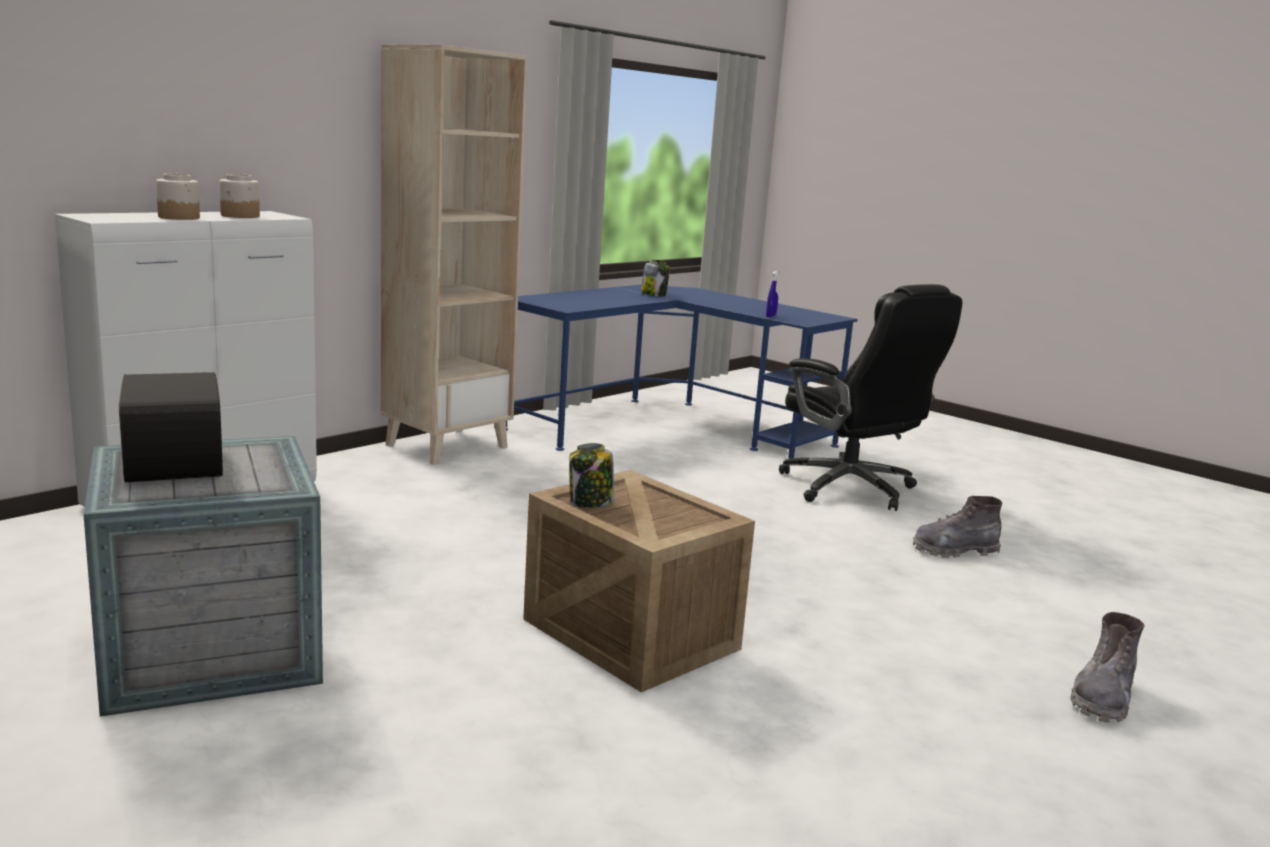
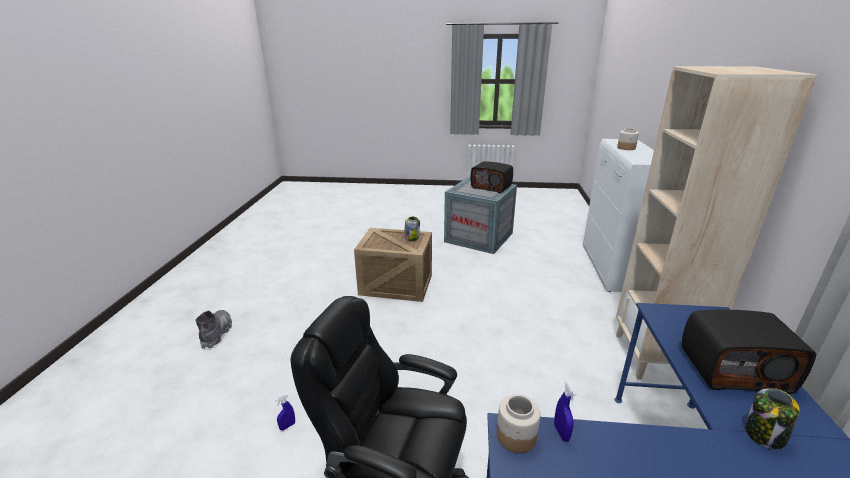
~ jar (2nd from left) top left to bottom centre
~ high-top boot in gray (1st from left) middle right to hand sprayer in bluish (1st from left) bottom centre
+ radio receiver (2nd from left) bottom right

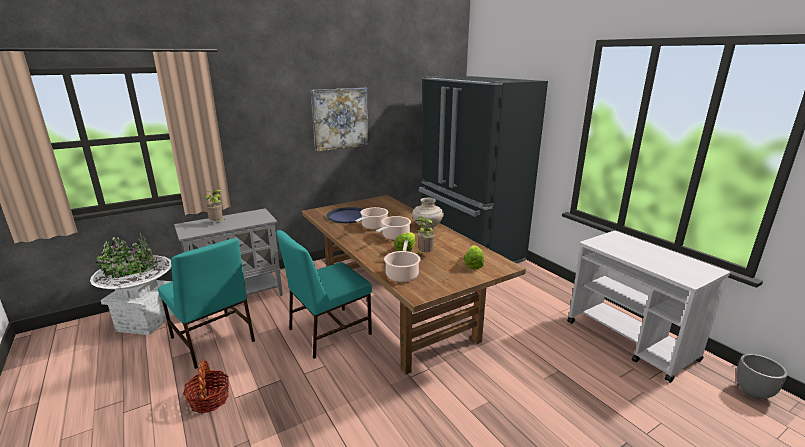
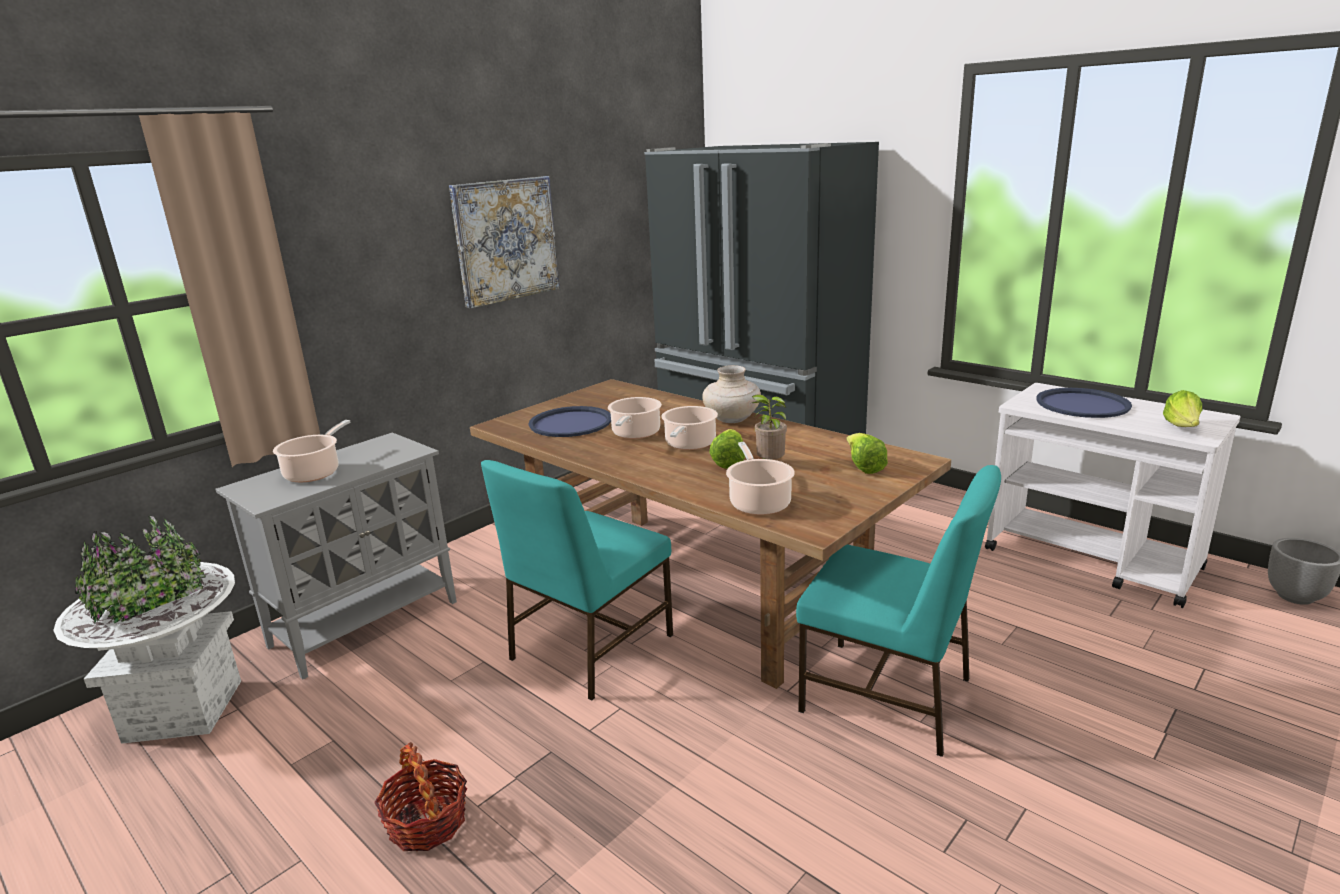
~ plant in a pot (1st from left) middle left to cooking pot (1st from left) middle left
~ chair in blue-green (1st from left in the first image) bottom left to chair in blue-green (2nd from left) bottom right
+ serving tray in bluish (2nd from left) middle right
+ lettuce (3rd from left) middle right

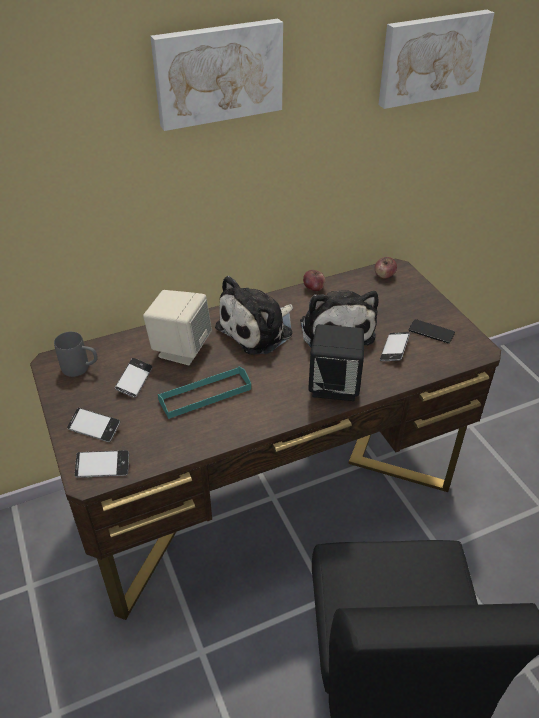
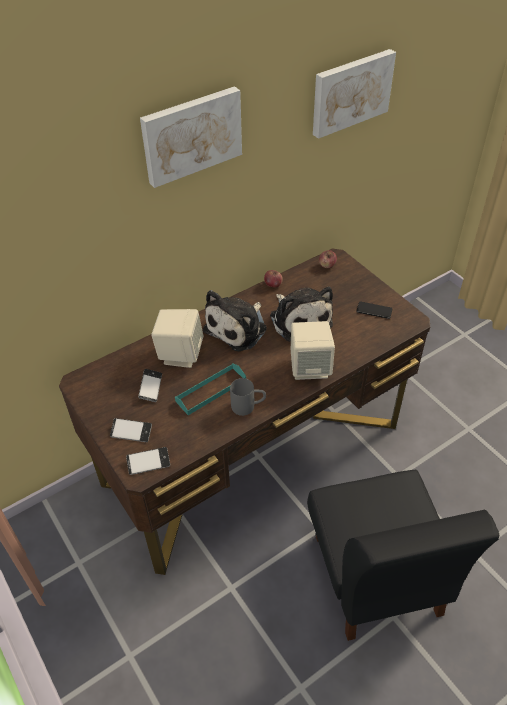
~ speaker in black-coloured centre to speaker in beige (2nd from left) centre
~ mug in gray middle left to centre
- telephone (4th from left) middle right

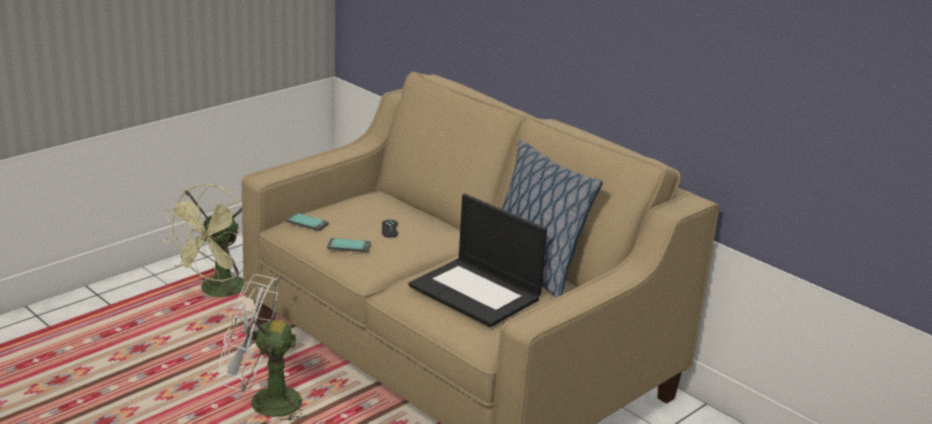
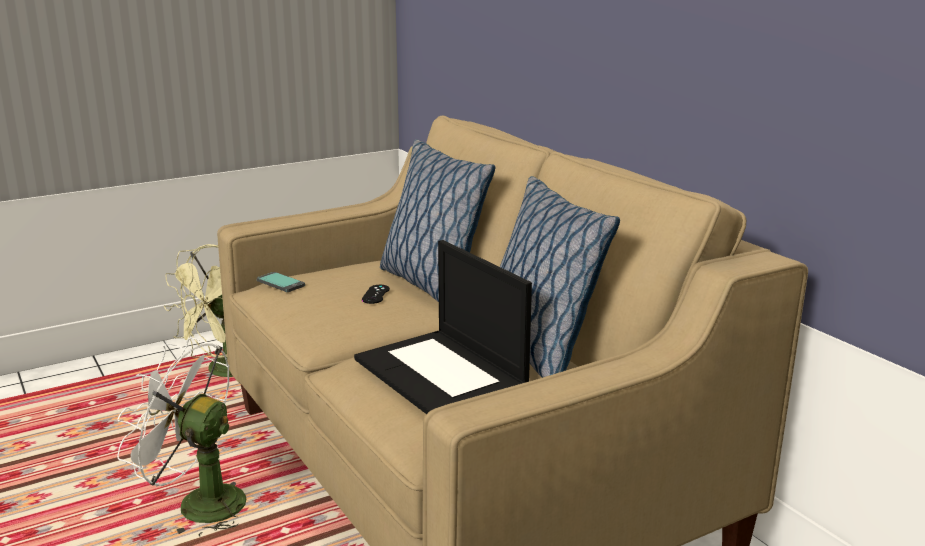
- telephone (2nd from left) centre
+ pillow (1st from left) centre

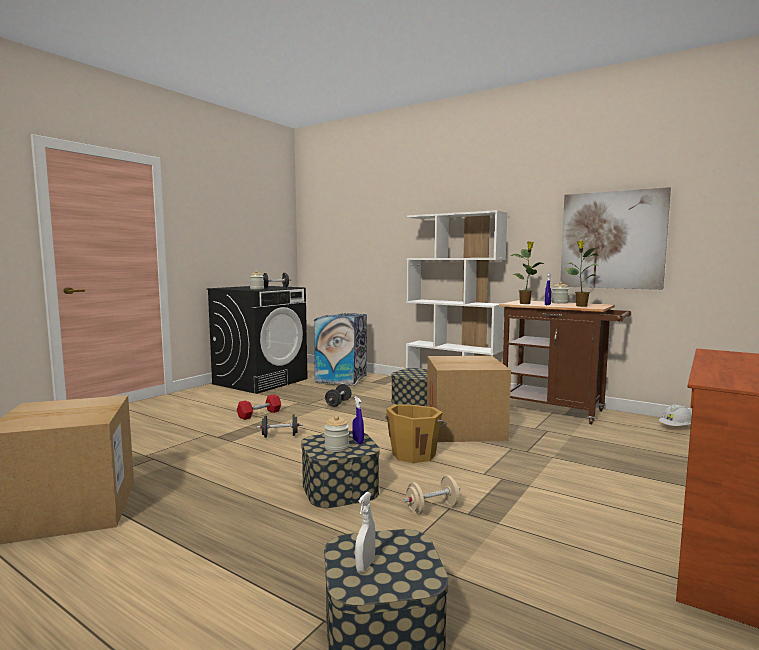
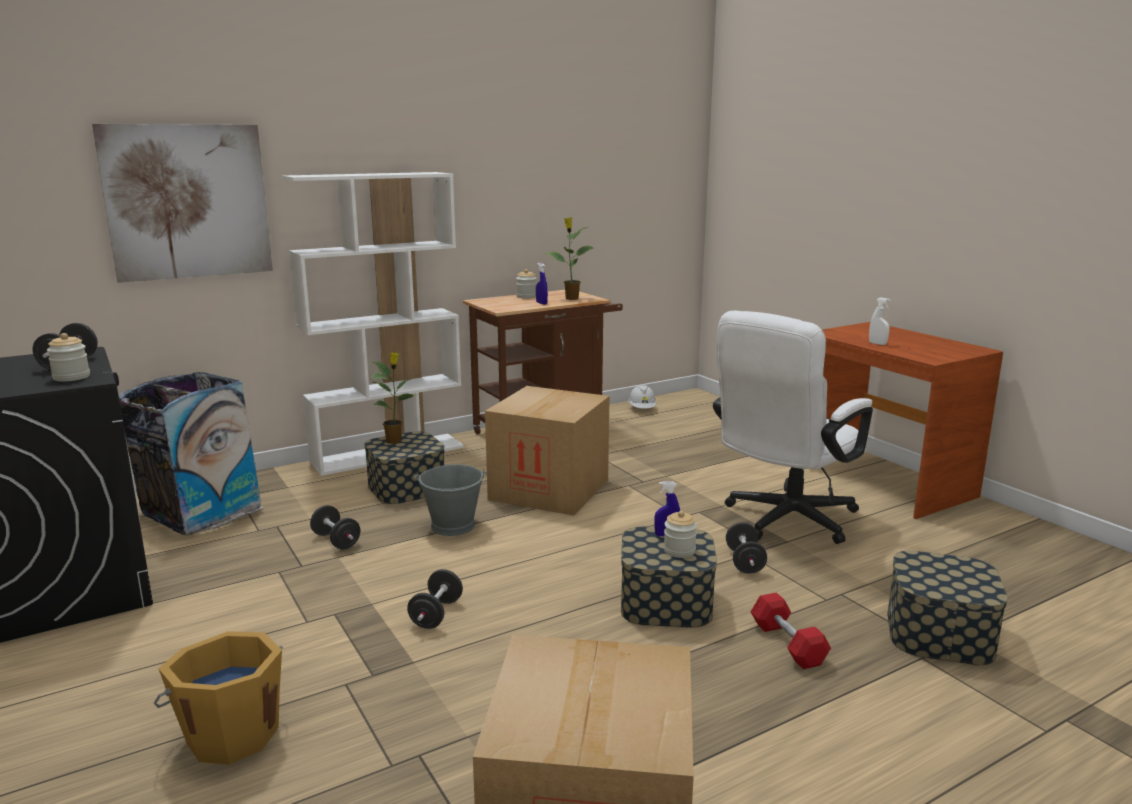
~ picture middle right to top left
~ plant in a pot (1st from left) middle right to centre
~ dumbbell in reddish centre to bottom right
~ bucket in orange centre to bottom left
~ dumbbell in beige bottom centre to dumbbell in black-coloured (4th from left) bottom centre
~ hand sprayer in white bottom centre to middle right
+ office chair in white middle right
+ bucket in gray centre

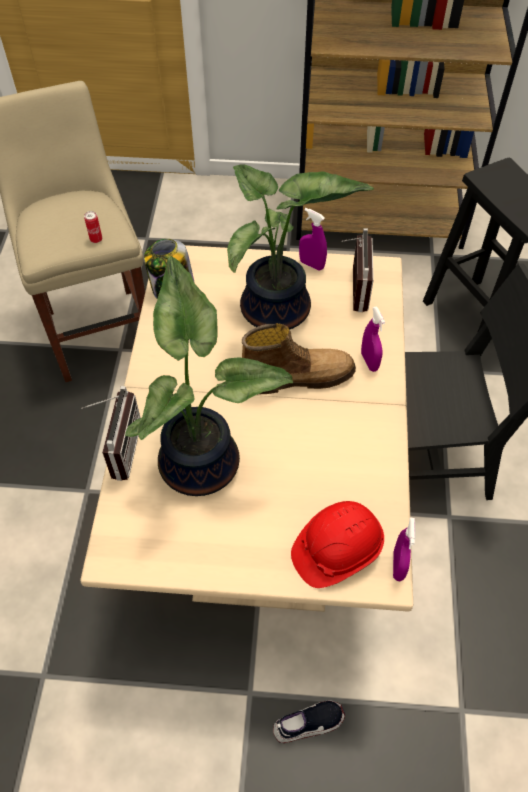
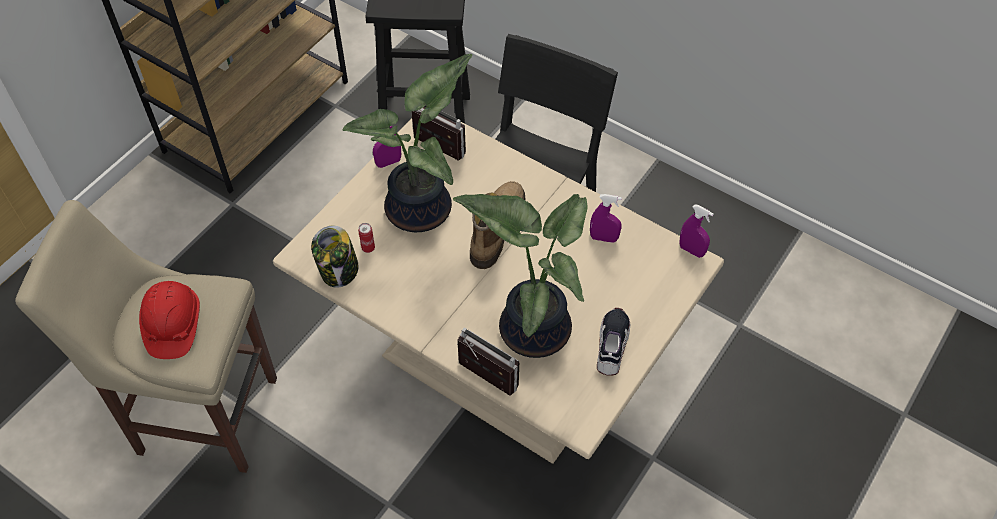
~ metal can top left to centre
~ hand sprayer in purplish (2nd from left) middle right to centre
~ safety helmet in reddish bottom centre to middle left
~ low shoe bottom centre to centre

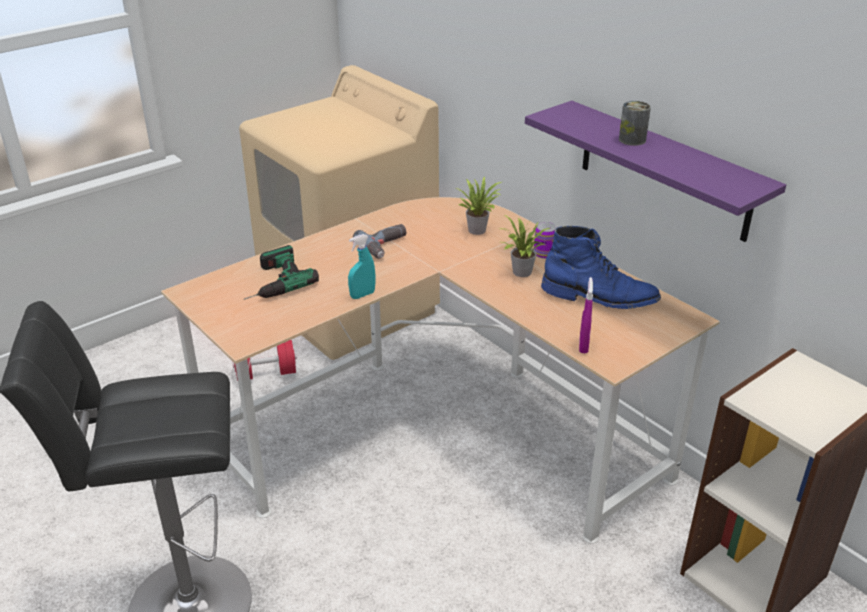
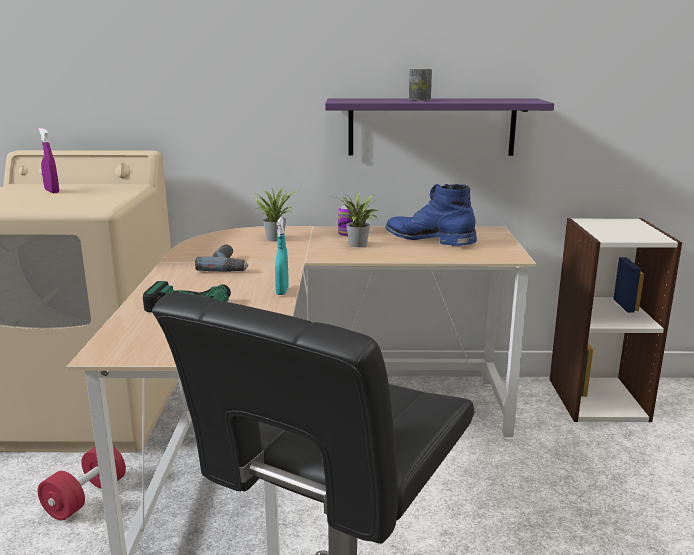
~ high-top boot in bluish middle right = centre 105 degrees counterclockwise
~ hand sprayer in purplish middle right to top left

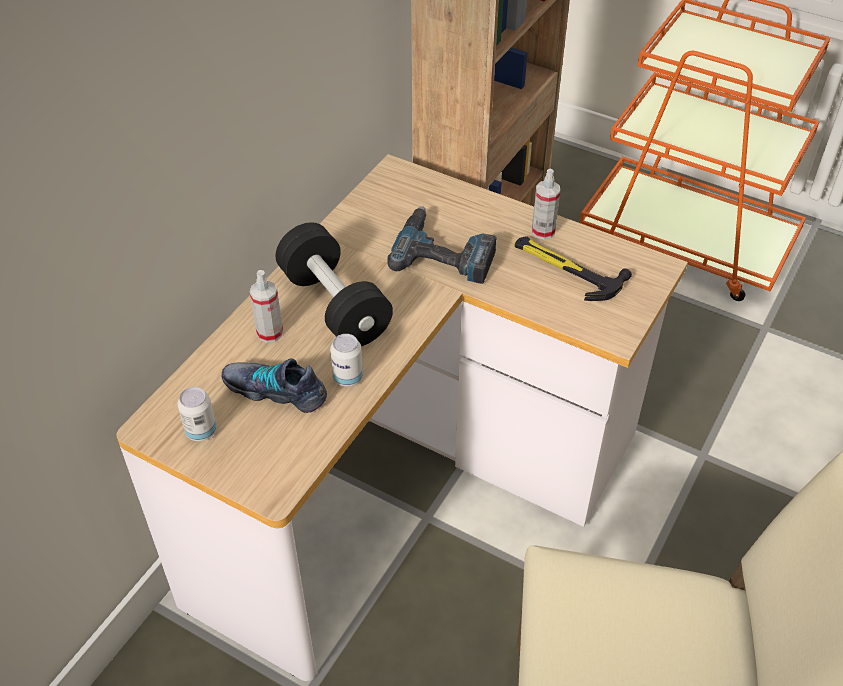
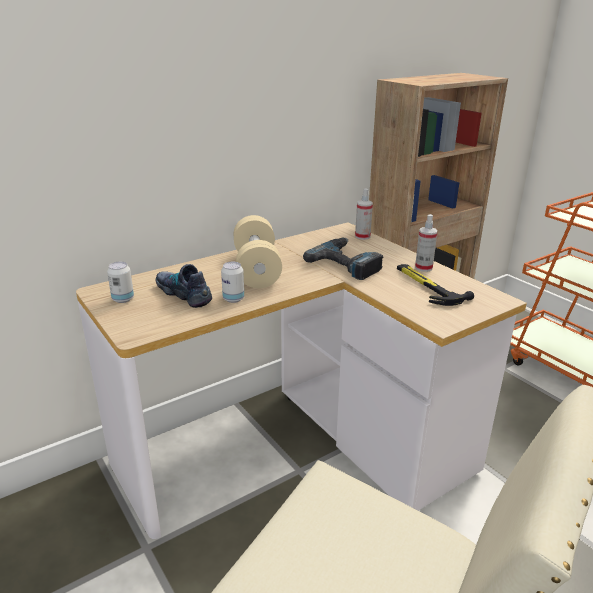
~ dumbbell in black-coloured centre to dumbbell in beige centre
~ hand sprayer (1st from left) middle left to centre

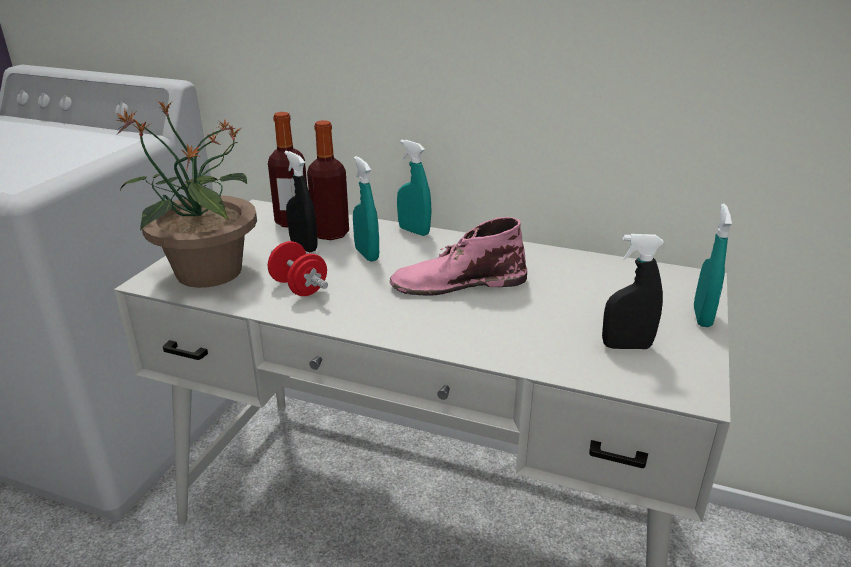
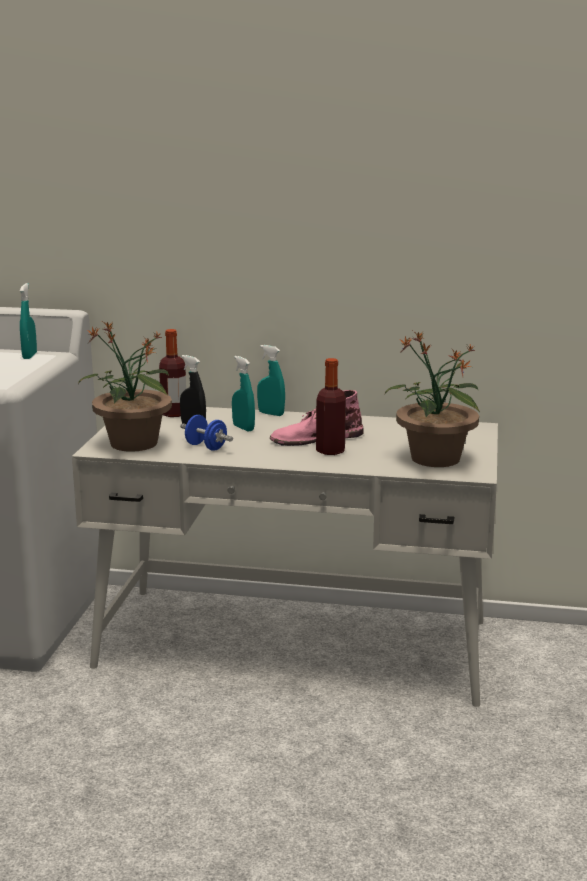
~ beverage bottle (2nd from left) top centre to centre
~ hand sprayer in blue-green (3rd from left in the first image) middle right to hand sprayer in blue-green (1st from left) middle left
~ hand sprayer in black-coloured (2nd from left) middle right to plant in a pot (2nd from left) middle right
~ dumbbell in reddish centre to dumbbell in bluish centre

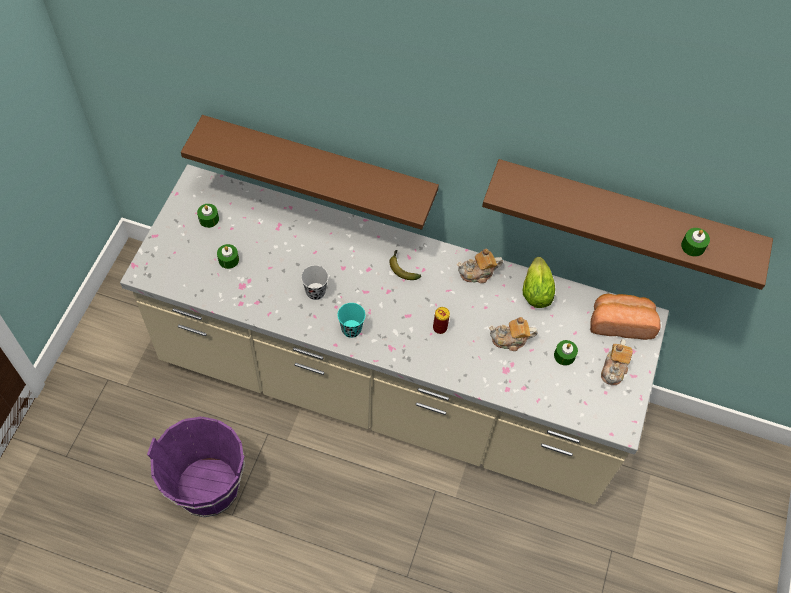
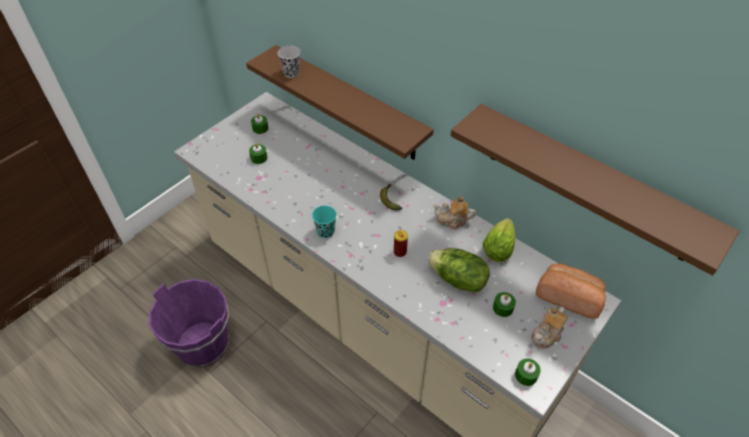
~ candle in green-coloured (4th from left) middle right to bottom right
~ small cup in black-coloured centre to top centre
~ tea pot (2nd from left) centre to lettuce (1st from left) centre

